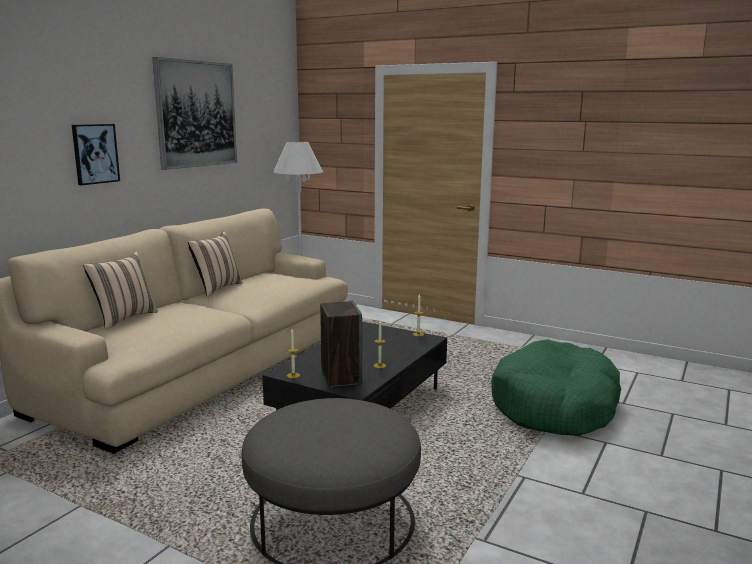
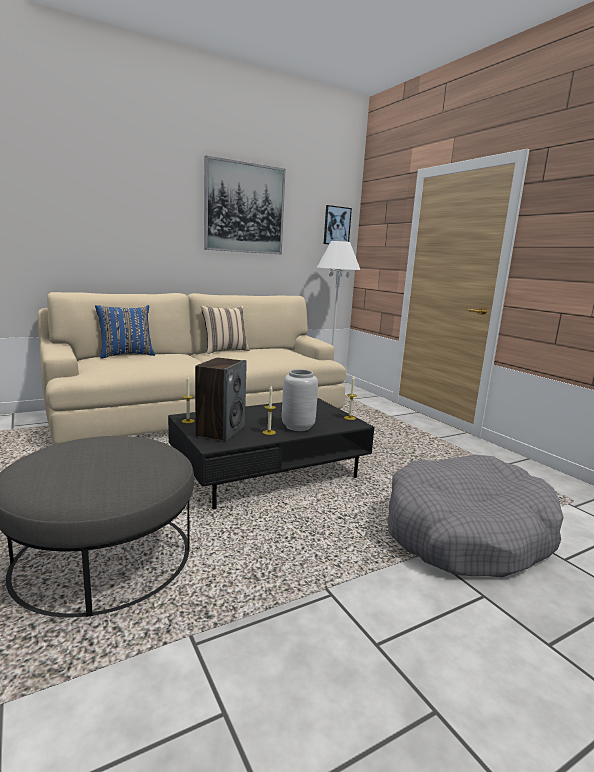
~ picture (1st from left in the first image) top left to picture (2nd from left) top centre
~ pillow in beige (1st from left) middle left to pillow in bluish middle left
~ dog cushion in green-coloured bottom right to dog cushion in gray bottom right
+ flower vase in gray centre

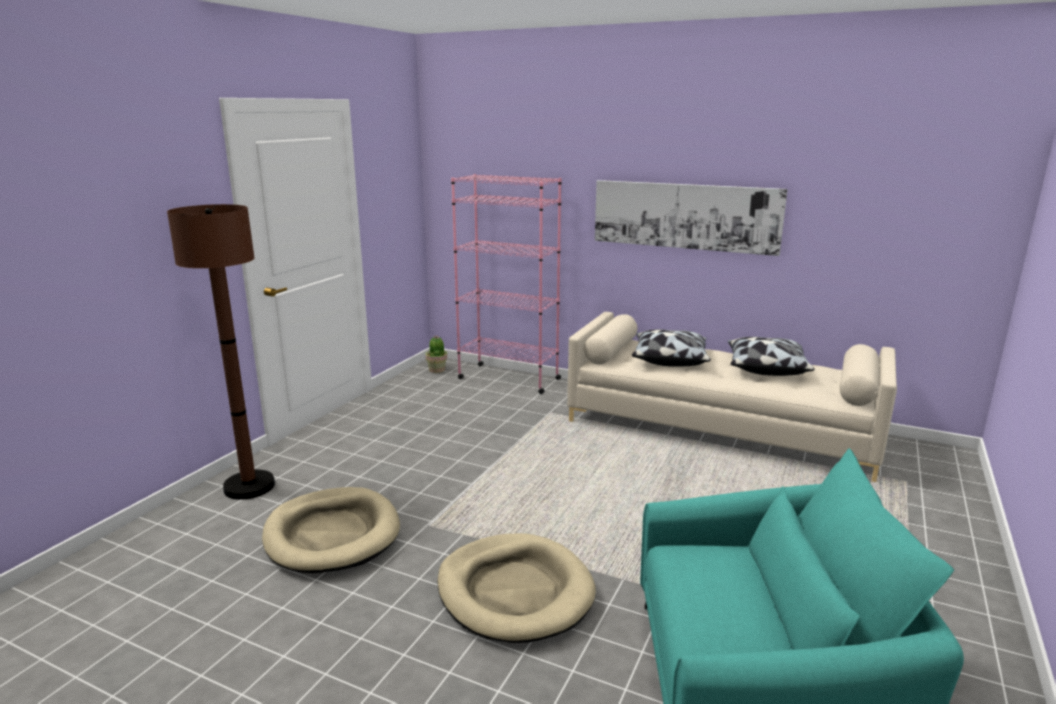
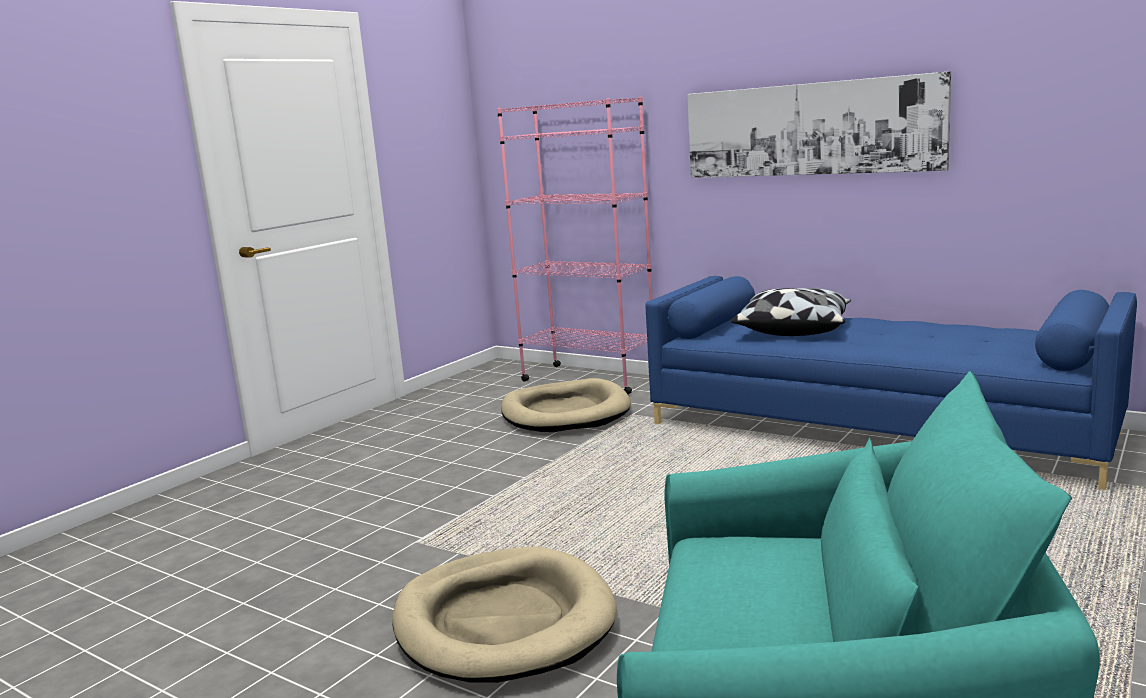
- standard lamp in brownish middle left
~ settee in beige middle right to settee in bluish middle right
- plant in a pot centre
- pillow (2nd from left) middle right
~ dog cushion in beige (1st from left in the first image) bottom left to dog cushion in beige (2nd from left) centre

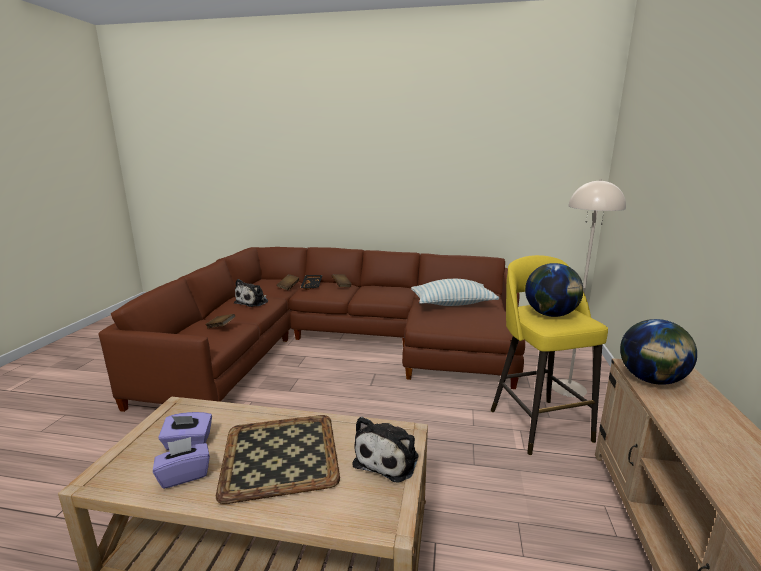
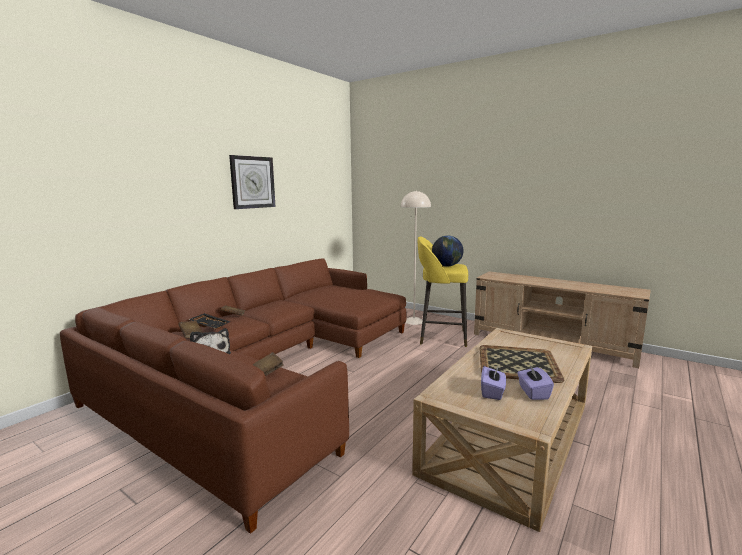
- pillow centre
- world globe (2nd from left) middle right
- plush toy (2nd from left) bottom centre
+ hanging clock top centre

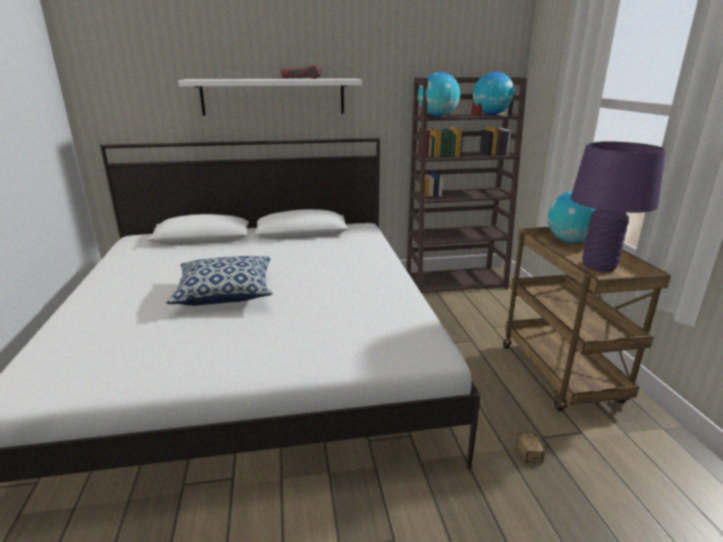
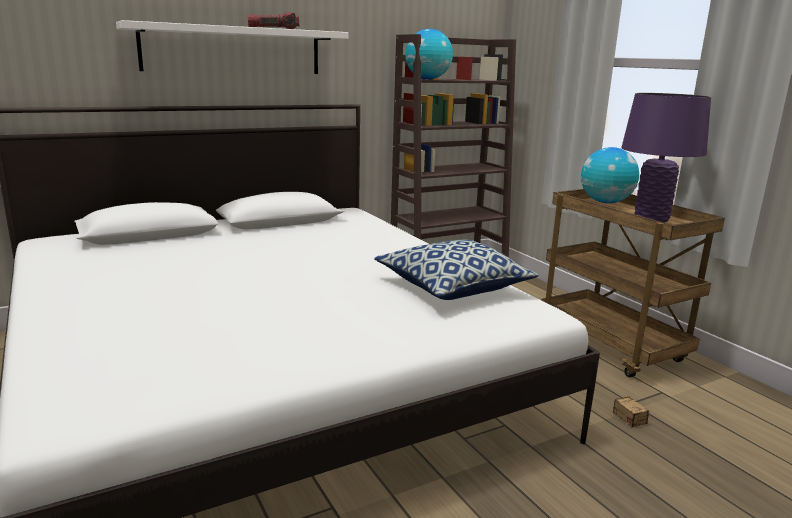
- world globe (2nd from left) top right
~ pillow middle left to centre

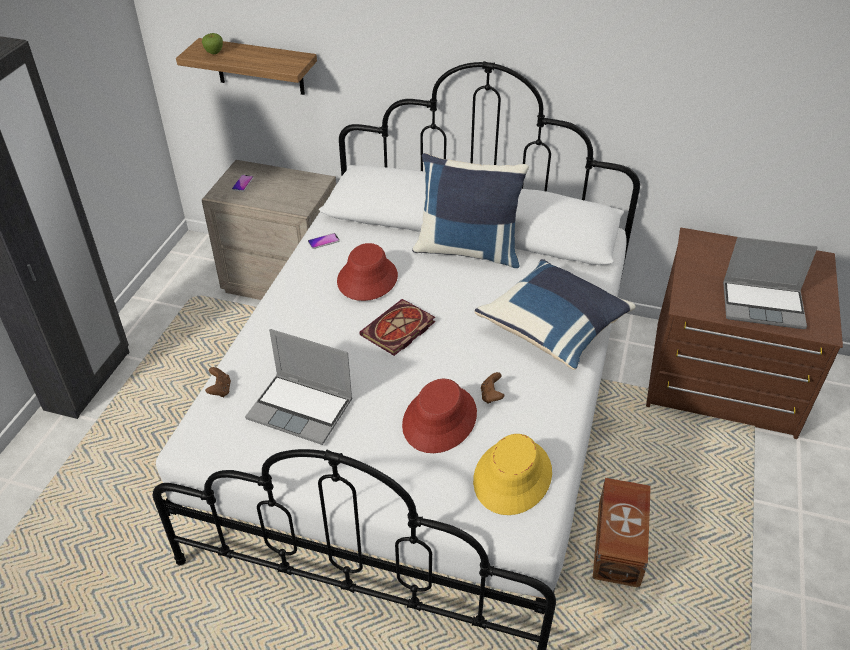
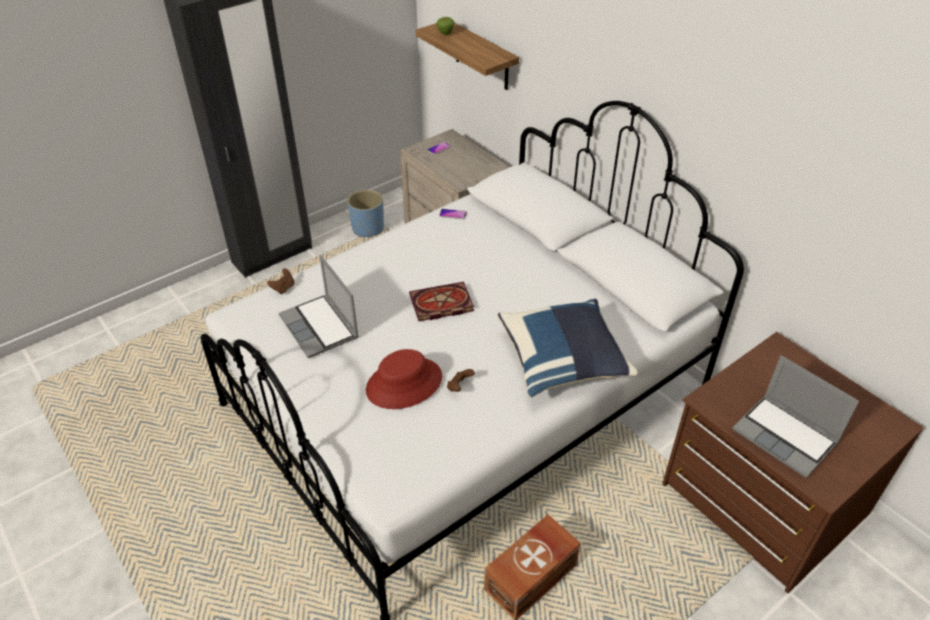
- pillow in bluish (1st from left) top centre
- wearable hat in reddish (1st from left) centre
- wearable hat in yellow-coloured bottom centre
+ plant pot in bluish centre

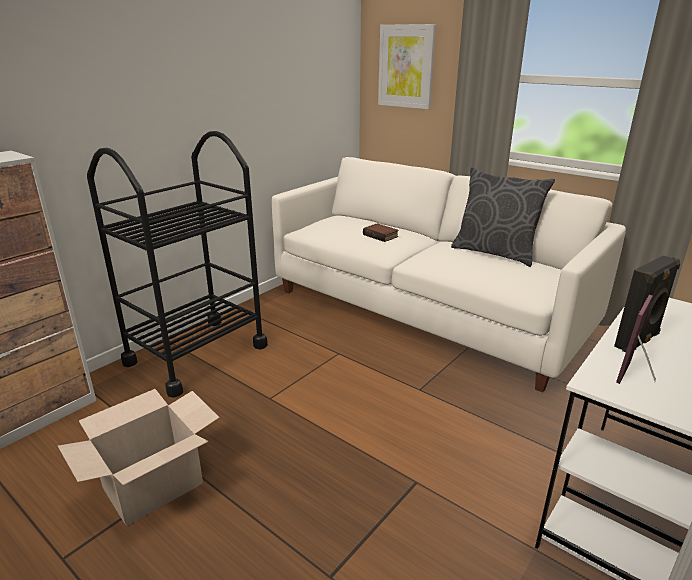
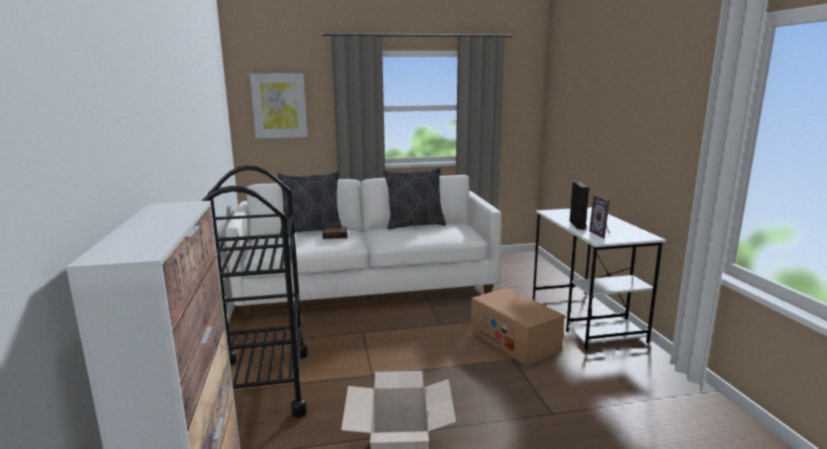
+ pillow in gray (1st from left) centre
+ carton (2nd from left) bottom centre

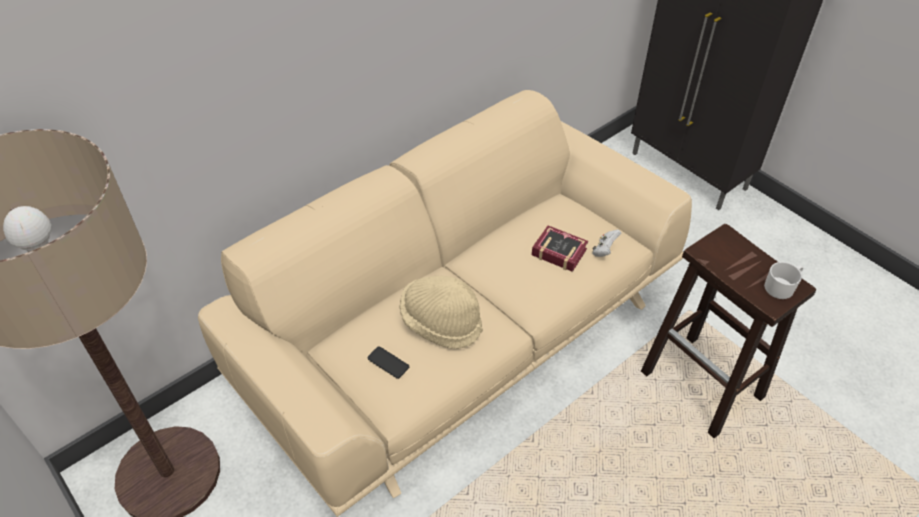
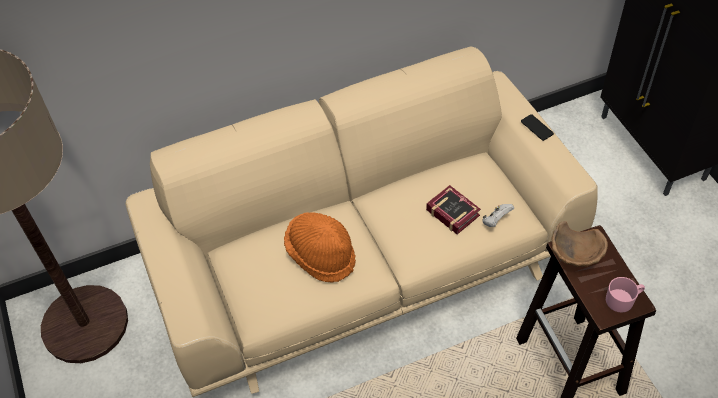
~ mug in white middle right to mug in pink bottom right
~ wearable hat in beige centre to wearable hat in orange centre
~ telephone bottom centre to top right
+ serving bowl in brownish middle right

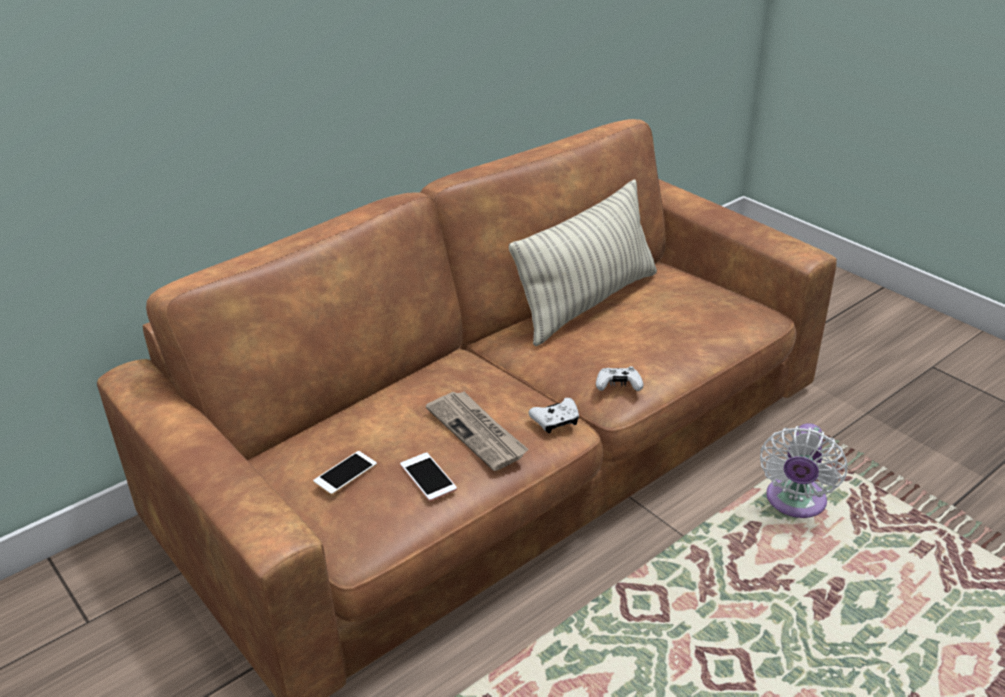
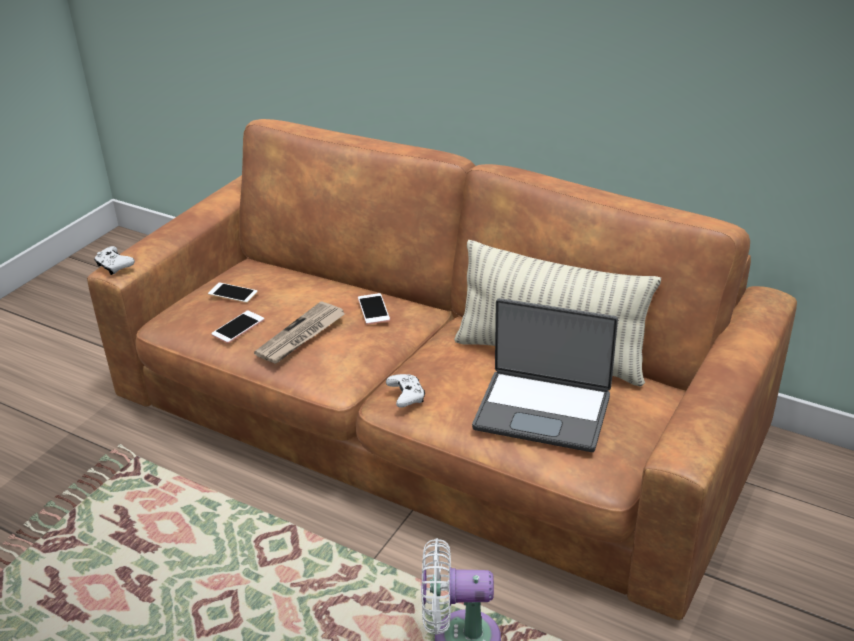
~ joypad in white (1st from left) centre to middle left
+ telephone (3rd from left) centre
+ laptop centre

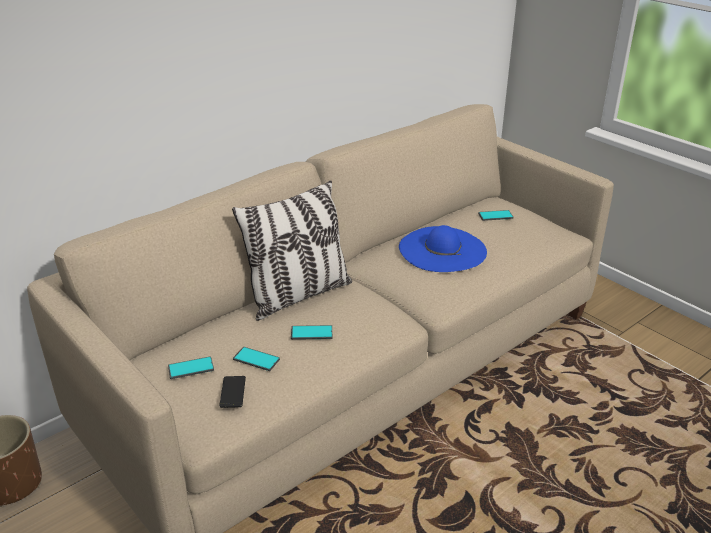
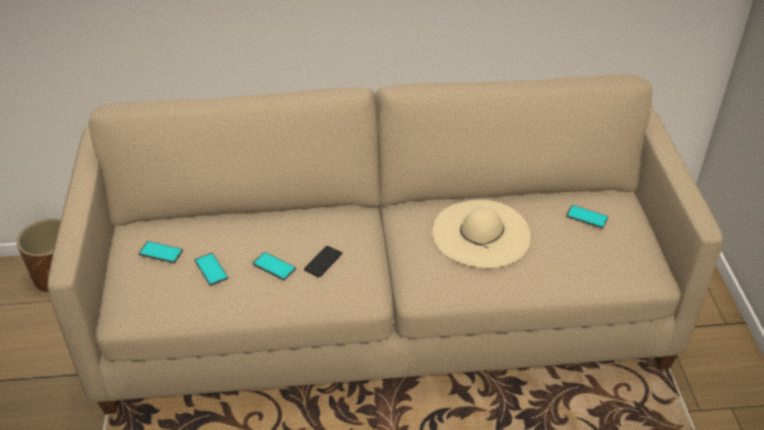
- pillow centre
~ wearable hat in bluish centre to wearable hat in beige centre
~ telephone (2nd from left in the first image) bottom left to telephone (4th from left) centre

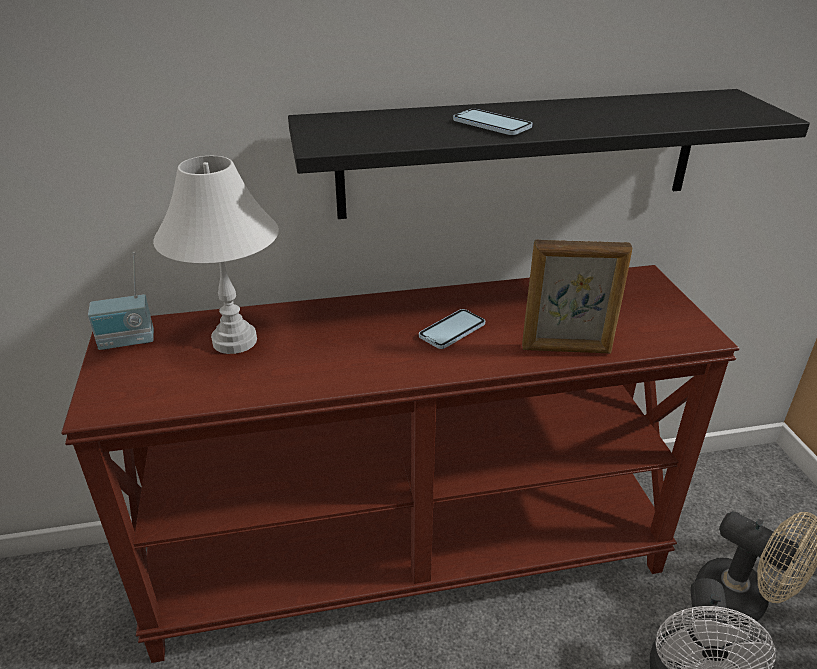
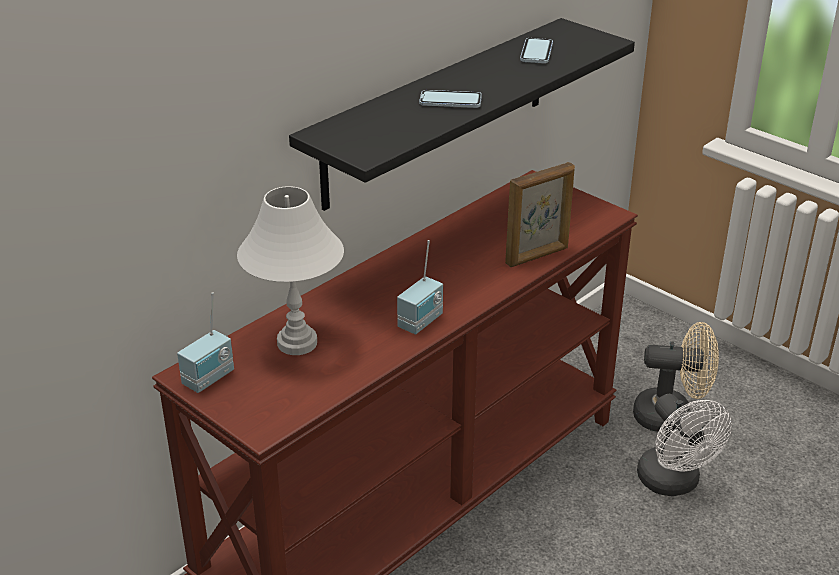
~ telephone (1st from left in the first image) centre to telephone (2nd from left) top centre
+ radio receiver (2nd from left) centre

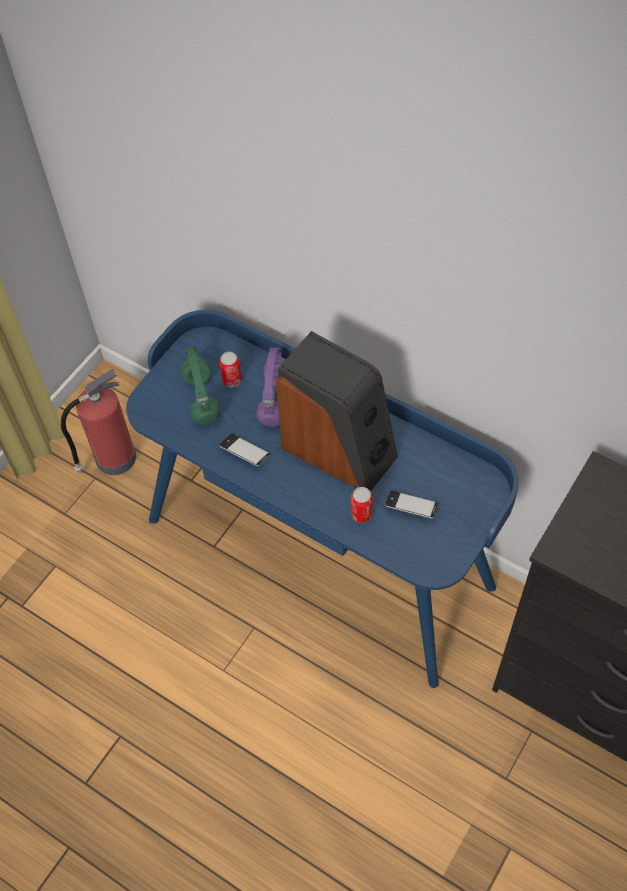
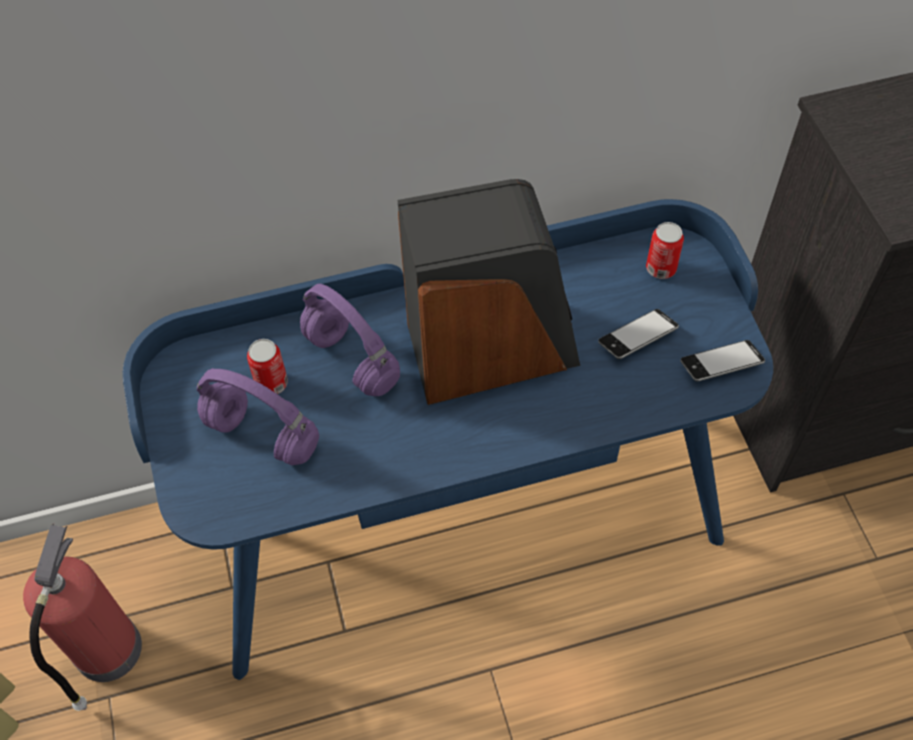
~ headset in green-coloured middle left to headset in purplish (1st from left) middle left
~ telephone (1st from left in the first image) centre to telephone (2nd from left) middle right
~ metal can (2nd from left) centre to middle right

